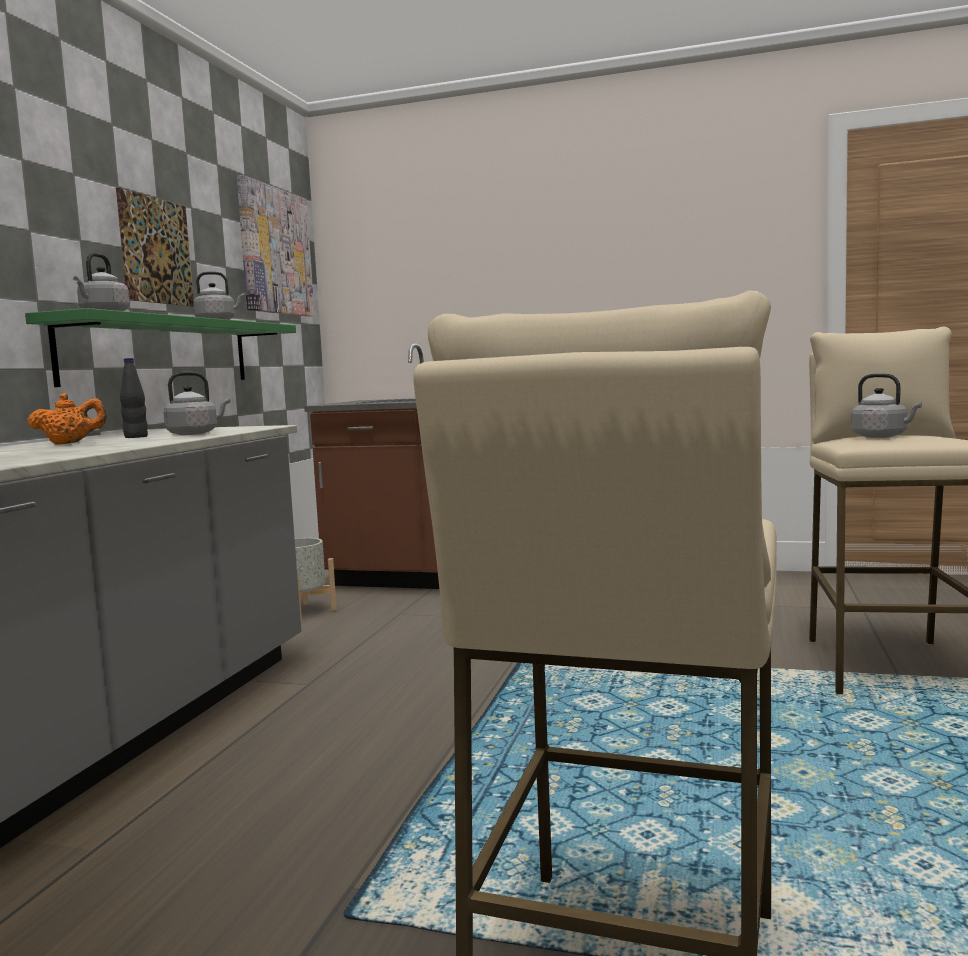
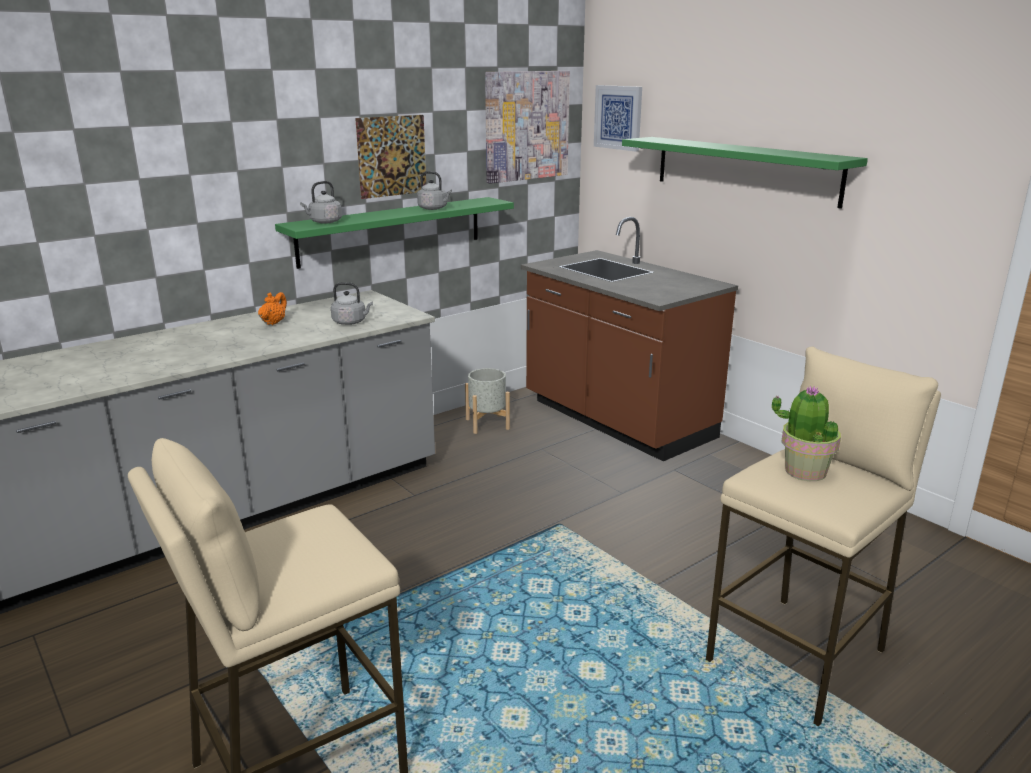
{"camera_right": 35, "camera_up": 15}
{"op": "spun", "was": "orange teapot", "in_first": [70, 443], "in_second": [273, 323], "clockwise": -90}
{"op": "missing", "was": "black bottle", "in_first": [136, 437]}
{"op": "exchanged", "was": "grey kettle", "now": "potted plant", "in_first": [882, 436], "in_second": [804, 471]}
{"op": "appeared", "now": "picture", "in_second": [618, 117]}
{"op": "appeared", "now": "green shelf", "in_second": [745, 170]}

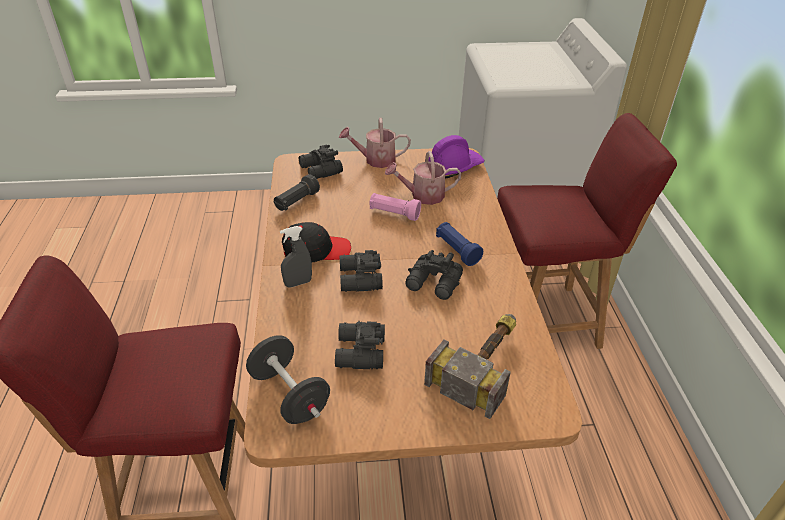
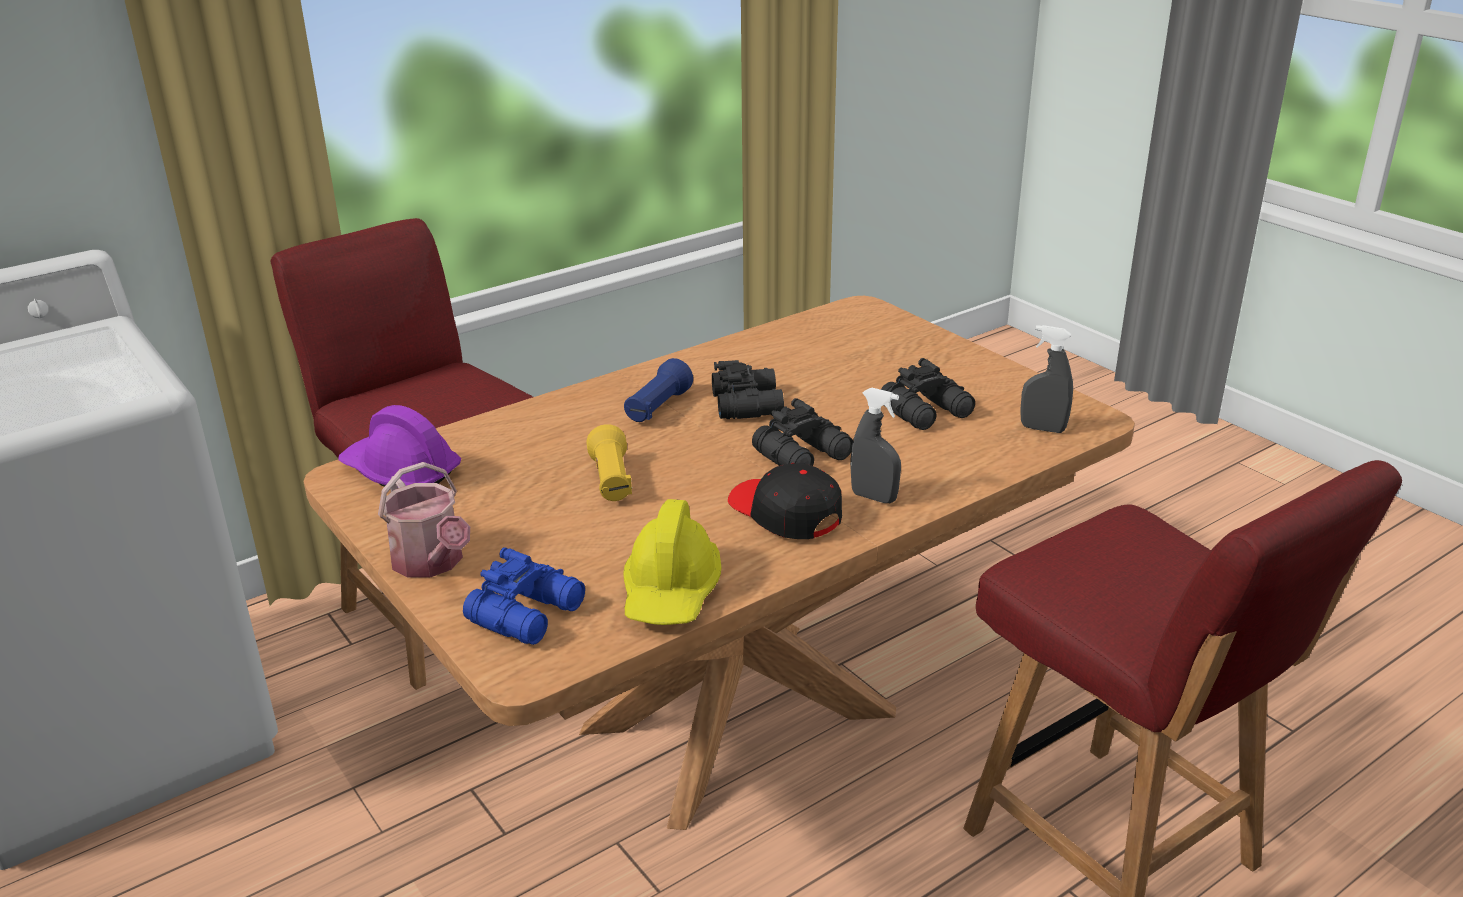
{"camera_right": -120, "camera_up": -10}
{"op": "exchanged", "was": "black dumbbell", "now": "grey spray bottle", "in_first": [290, 395], "in_second": [1042, 428]}
{"op": "exchanged", "was": "black flashlight", "now": "yellow hard hat", "in_first": [296, 202], "in_second": [671, 591]}
{"op": "colour", "was": "black binoculars", "now": "blue binoculars", "in_first": [320, 170], "in_second": [530, 613]}
{"op": "colour", "was": "pink flashlight", "now": "yellow flashlight", "in_first": [394, 214], "in_second": [611, 481]}
{"op": "missing", "was": "watering can", "in_first": [422, 195]}
{"op": "missing", "was": "hammer", "in_first": [484, 362]}

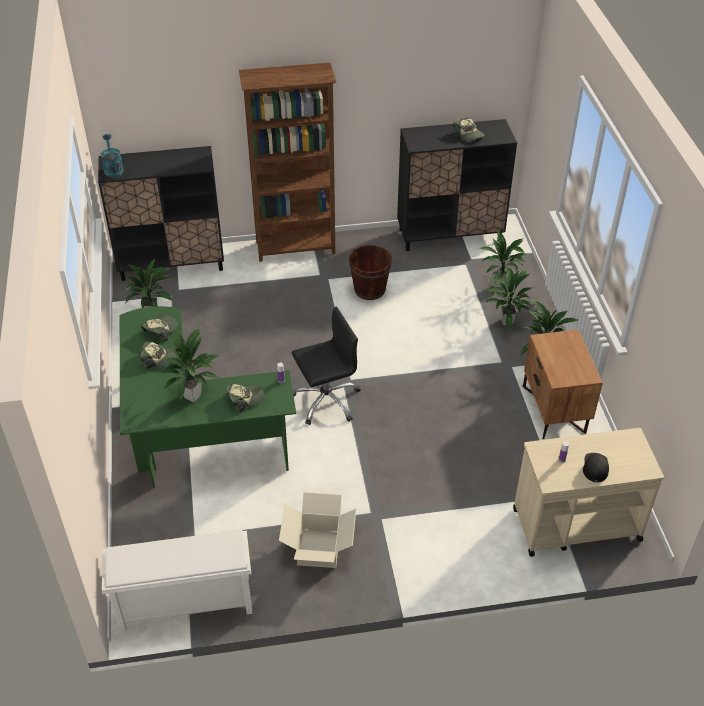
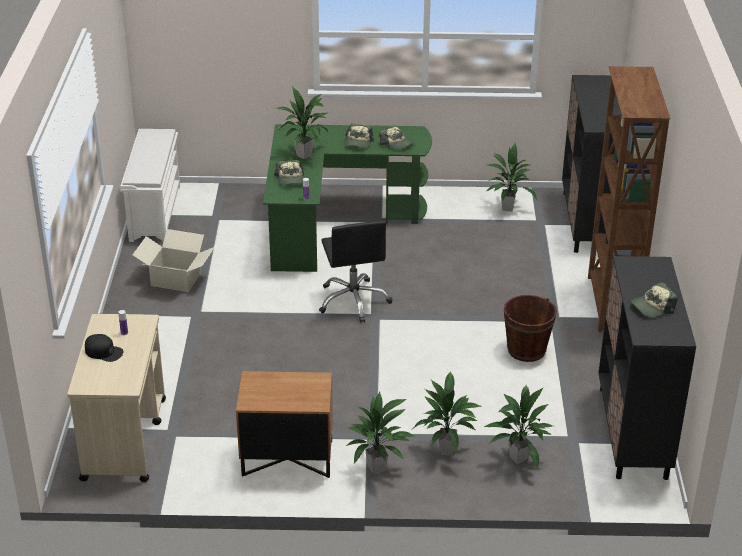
{"camera_right": 100, "camera_up": -10}
{"op": "missing", "was": "turquoise watering can", "in_first": [113, 169]}

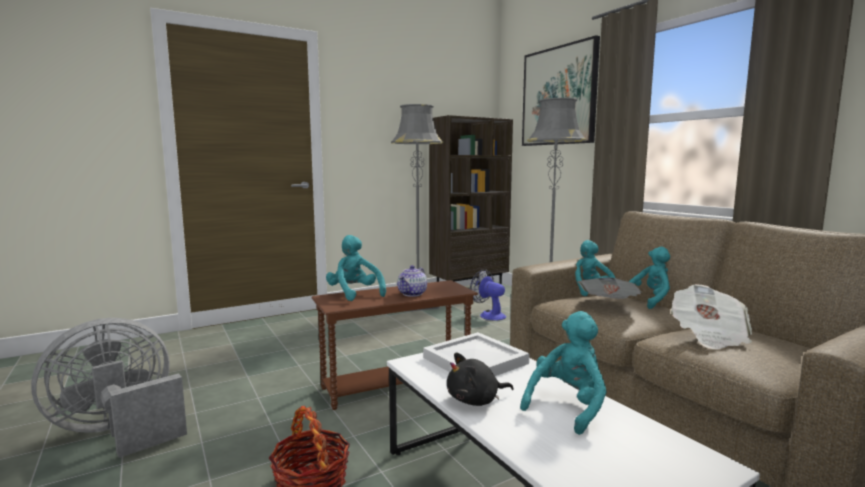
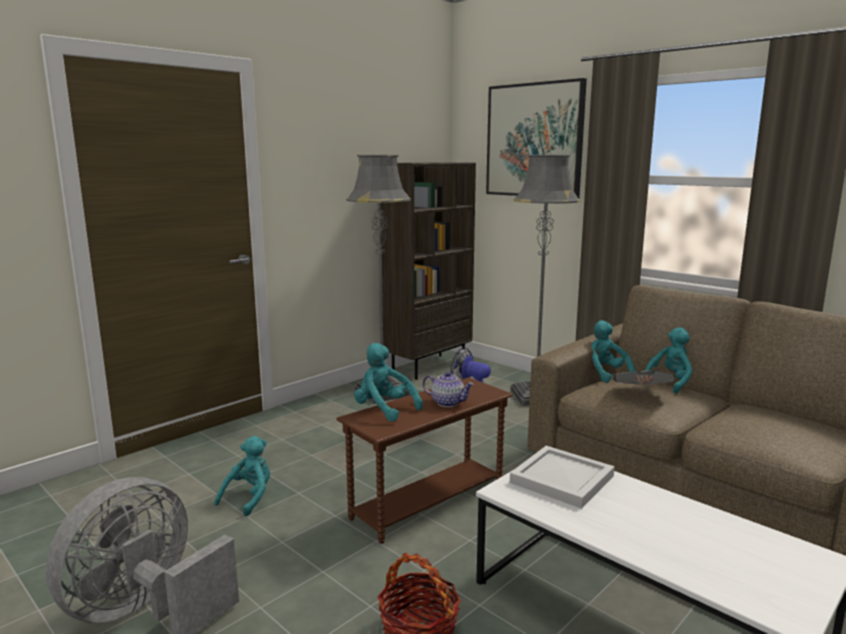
{"camera_right": -15, "camera_up": 5}
{"op": "spun", "was": "teapot", "in_first": [413, 293], "in_second": [447, 402], "clockwise": -75}
{"op": "missing", "was": "black plush toy", "in_first": [476, 400]}
{"op": "relocated", "was": "turquoise plush toy", "in_first": [567, 406], "in_second": [249, 498]}
{"op": "missing", "was": "newspaper", "in_first": [708, 336]}

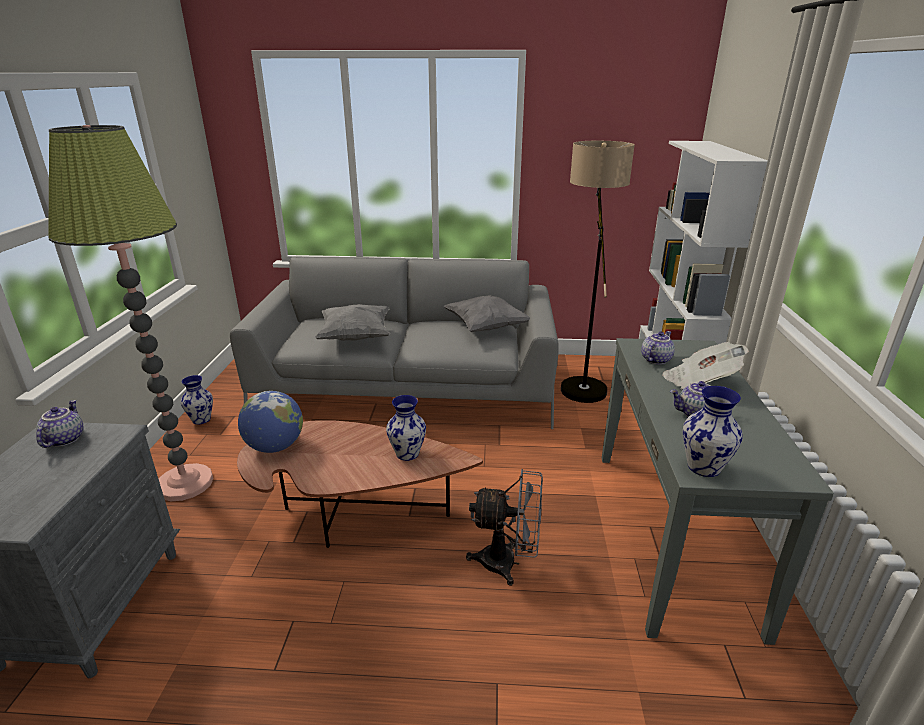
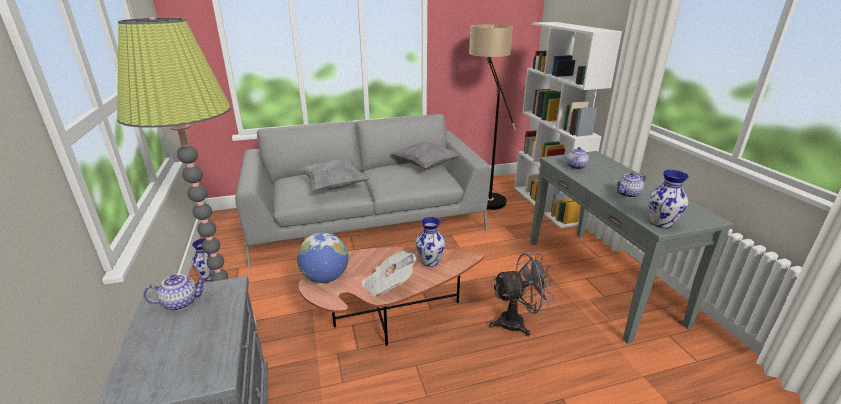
{"camera_right": -20, "camera_up": 0}
{"op": "spun", "was": "teapot", "in_first": [64, 439], "in_second": [181, 302], "clockwise": 90}
{"op": "relocated", "was": "newspaper", "in_first": [699, 382], "in_second": [388, 285]}

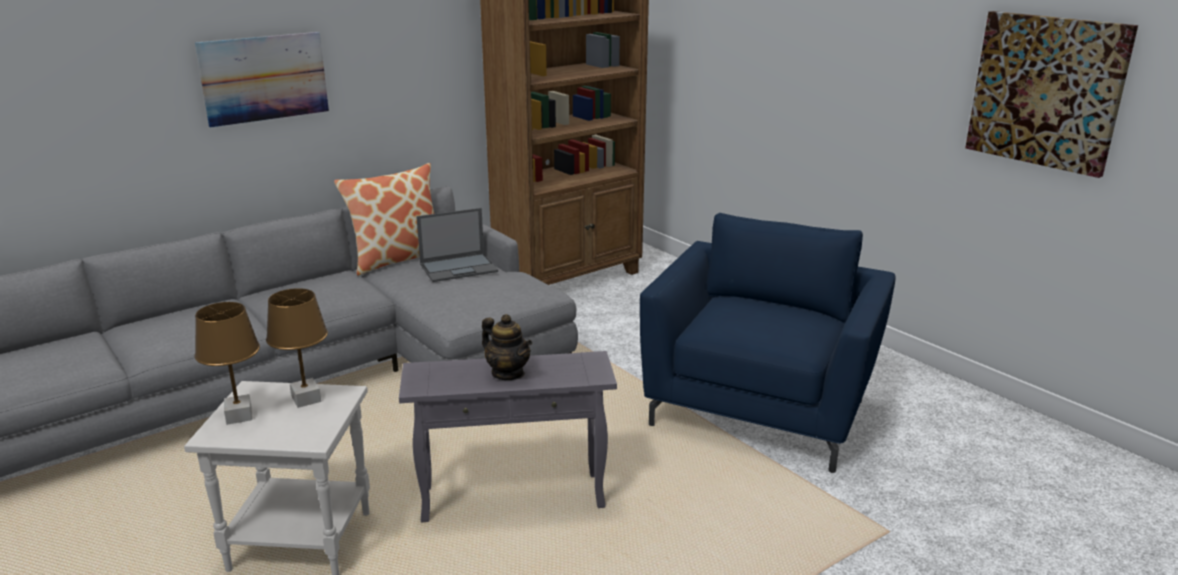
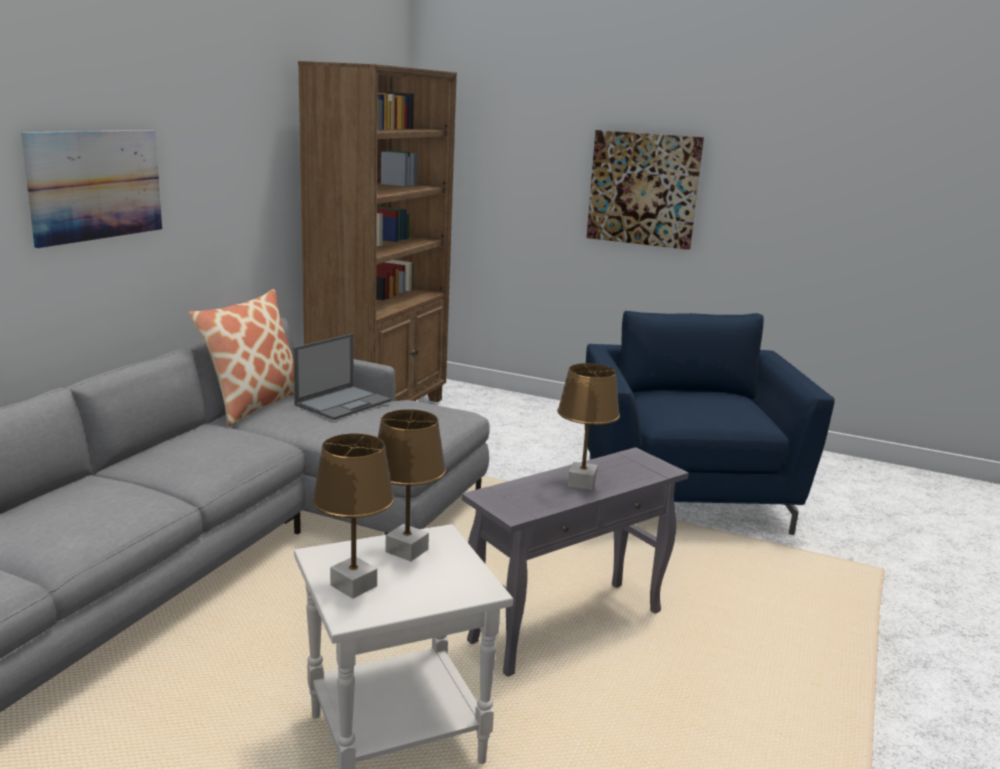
{"camera_right": -30, "camera_up": -5}
{"op": "exchanged", "was": "teapot", "now": "brown table lamp", "in_first": [508, 373], "in_second": [581, 482]}
{"op": "relocated", "was": "picture", "in_first": [1046, 91], "in_second": [643, 189]}

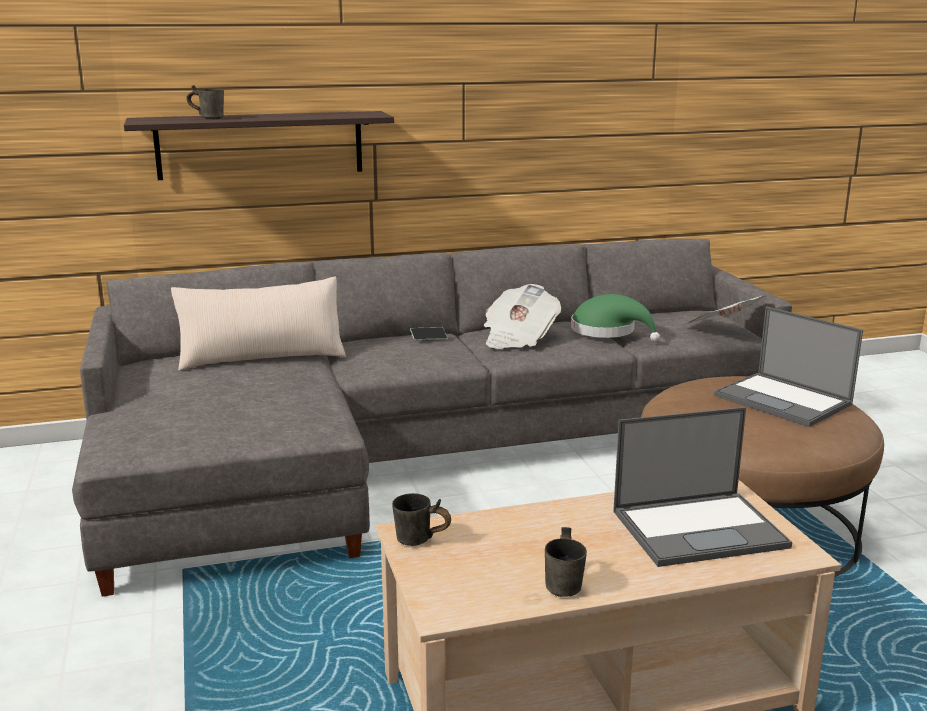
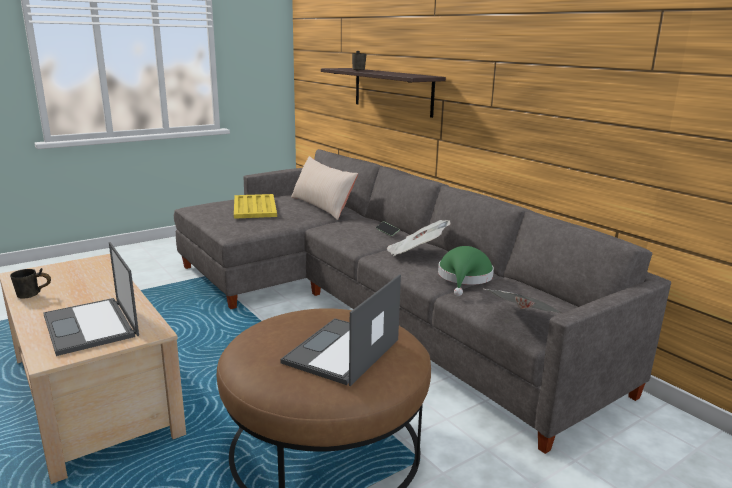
{"camera_right": 70, "camera_up": 0}
{"op": "missing", "was": "grey mug", "in_first": [419, 543]}
{"op": "appeared", "now": "yellow tray", "in_second": [254, 207]}

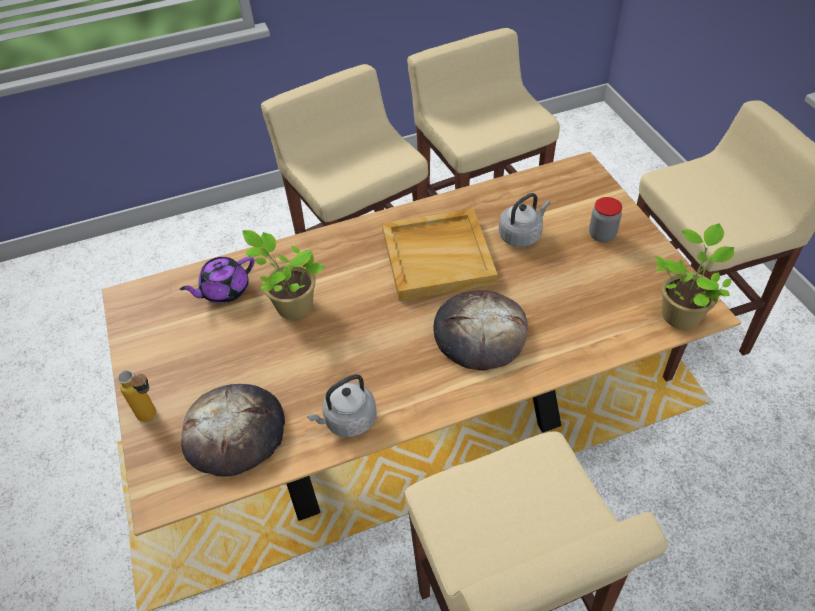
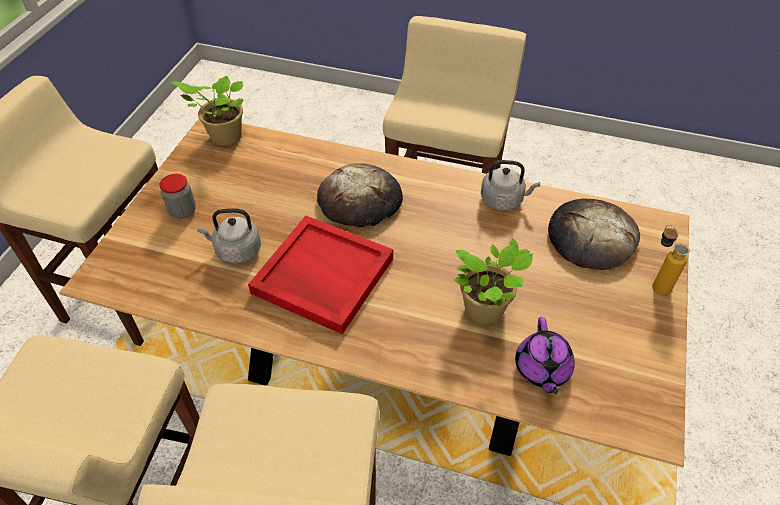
{"camera_right": -145, "camera_up": 0}
{"op": "spun", "was": "purple teapot", "in_first": [224, 290], "in_second": [542, 369], "clockwise": 90}
{"op": "colour", "was": "beige tray", "now": "red tray", "in_first": [438, 256], "in_second": [321, 276]}

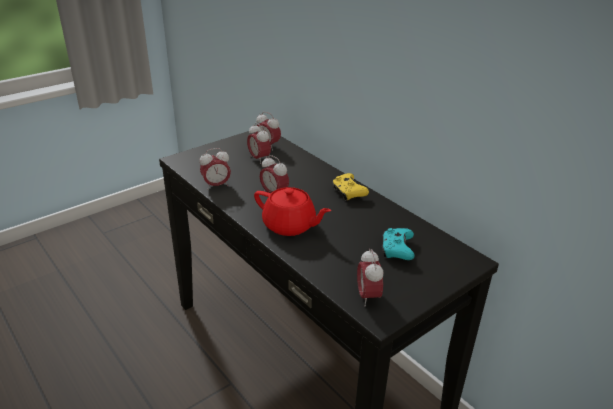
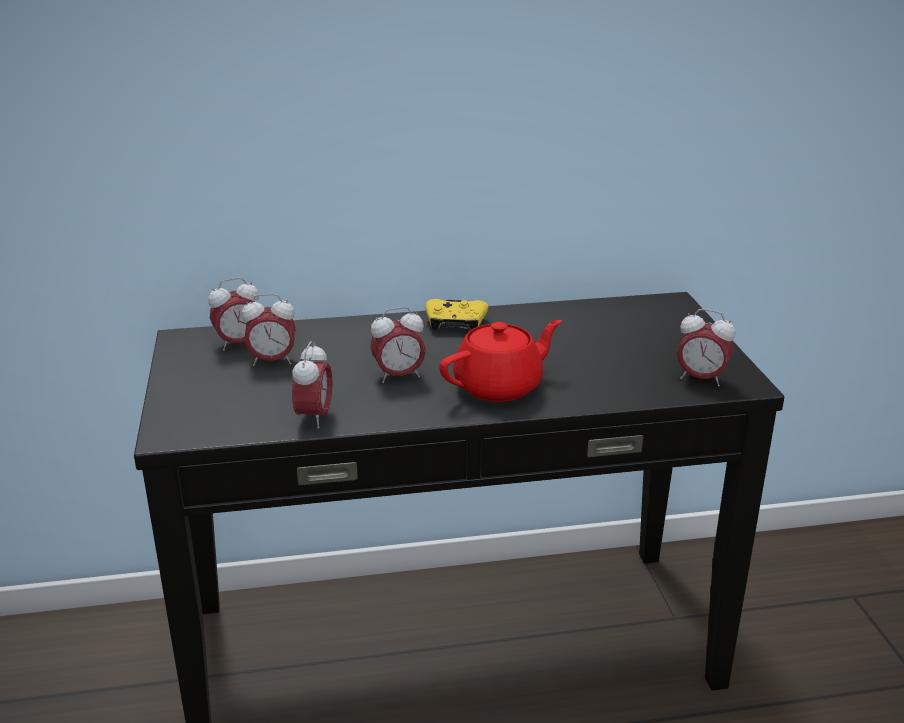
{"camera_right": -60, "camera_up": -5}
{"op": "missing", "was": "turquoise game controller", "in_first": [397, 250]}

